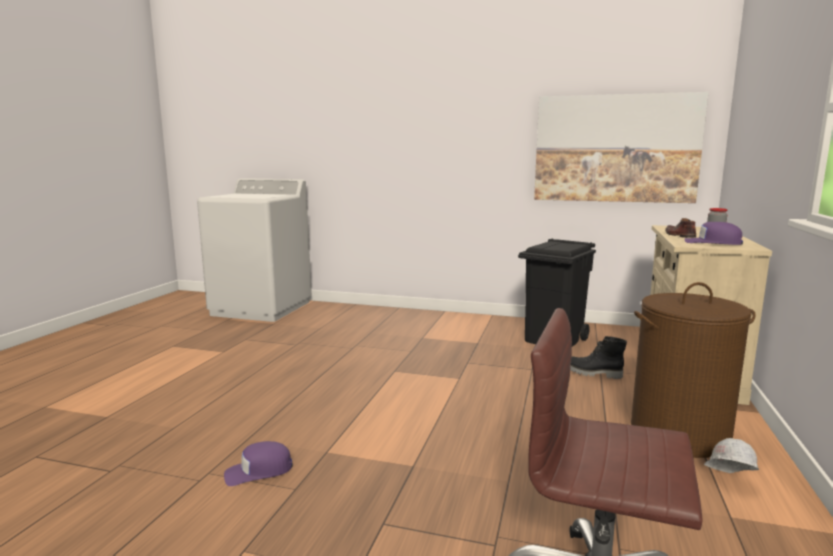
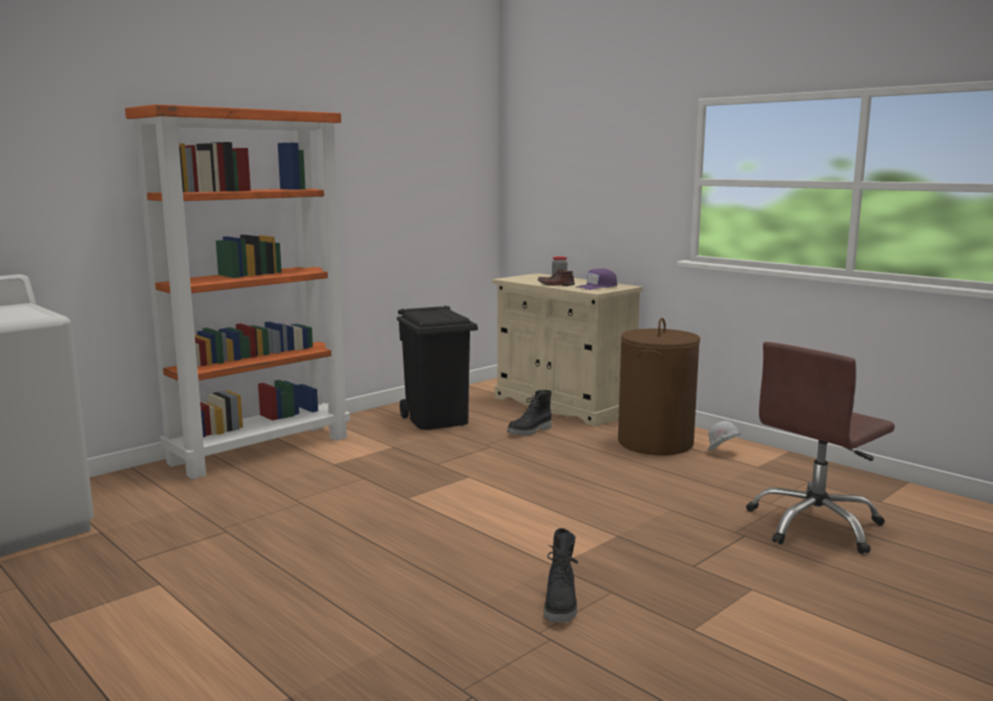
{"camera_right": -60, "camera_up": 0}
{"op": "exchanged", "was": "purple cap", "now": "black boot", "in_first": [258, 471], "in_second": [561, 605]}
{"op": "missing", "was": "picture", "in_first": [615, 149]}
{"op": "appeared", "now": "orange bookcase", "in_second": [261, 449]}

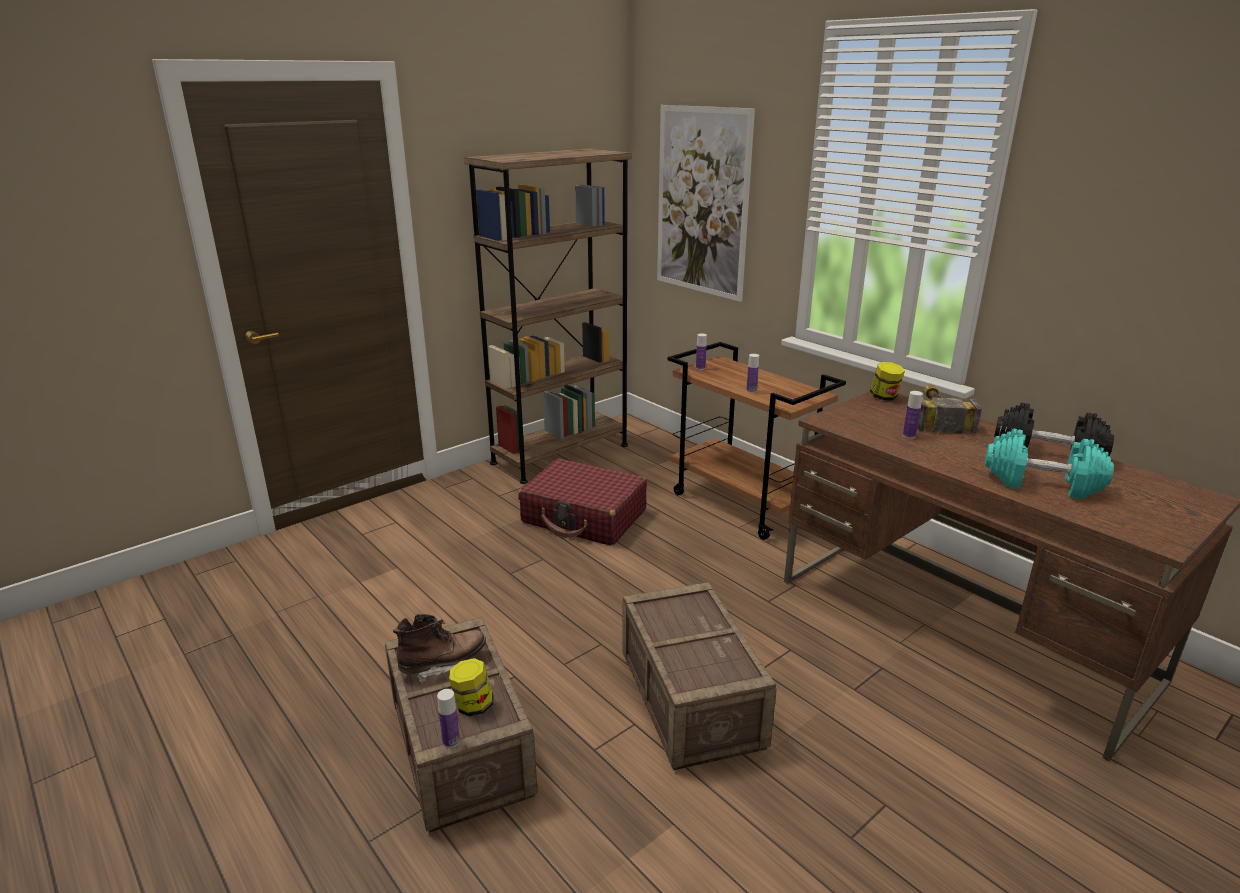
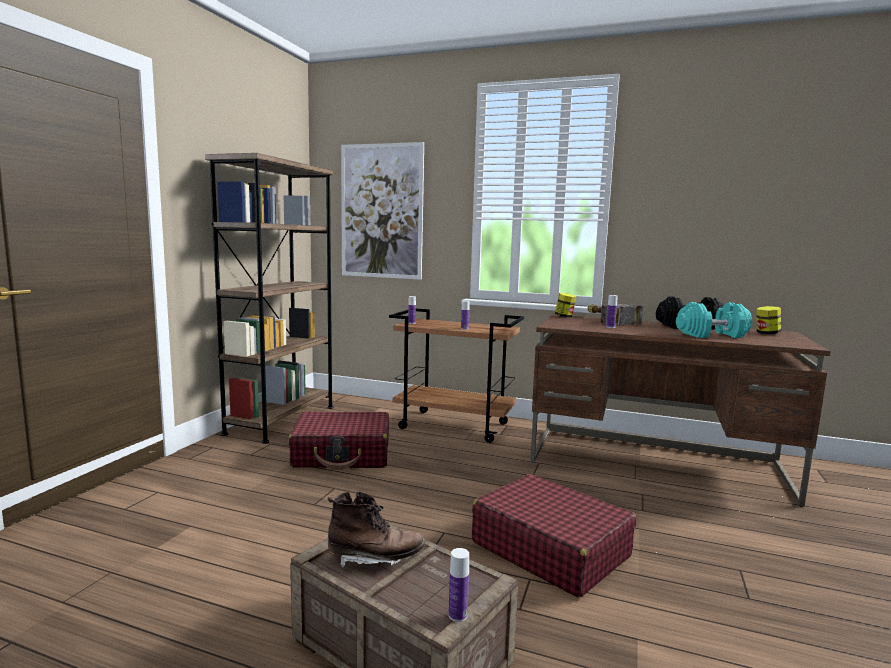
{"camera_right": -30, "camera_up": -15}
{"op": "spun", "was": "brown boot", "in_first": [443, 664], "in_second": [375, 558], "clockwise": 60}
{"op": "relocated", "was": "jar", "in_first": [473, 706], "in_second": [766, 333]}
{"op": "exchanged", "was": "crate", "now": "red suitcase", "in_first": [689, 699], "in_second": [550, 549]}

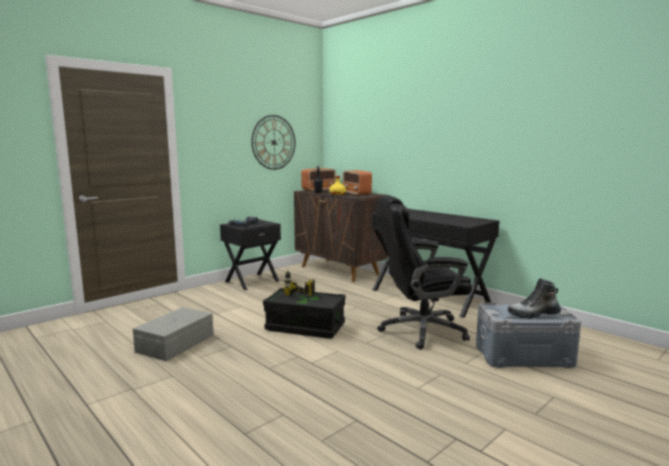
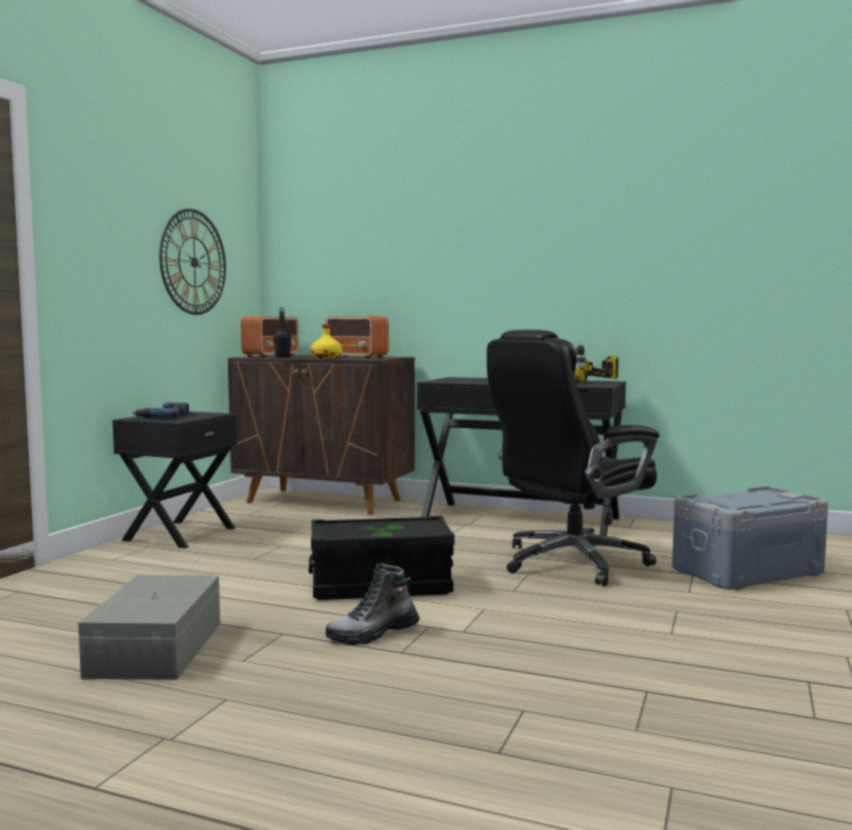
{"camera_right": -25, "camera_up": -5}
{"op": "relocated", "was": "power drill", "in_first": [296, 299], "in_second": [602, 383]}
{"op": "relocated", "was": "boot", "in_first": [533, 314], "in_second": [373, 634]}

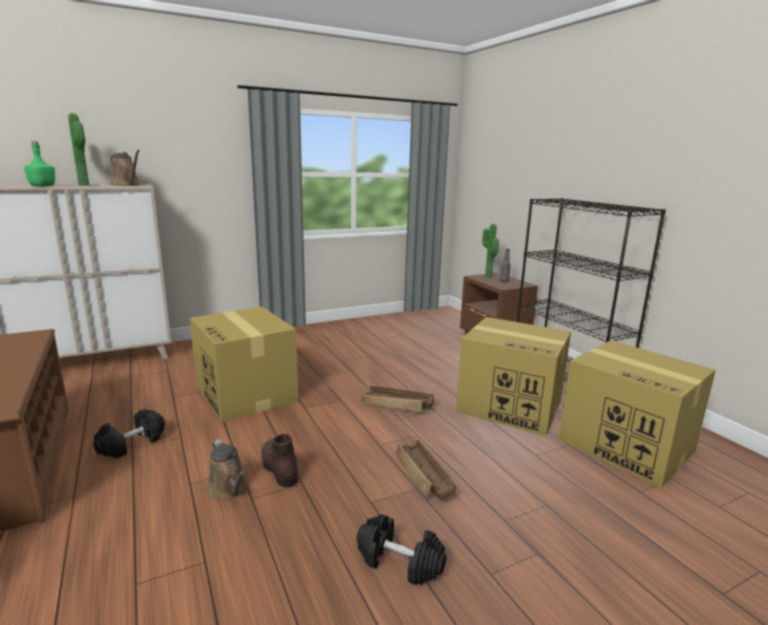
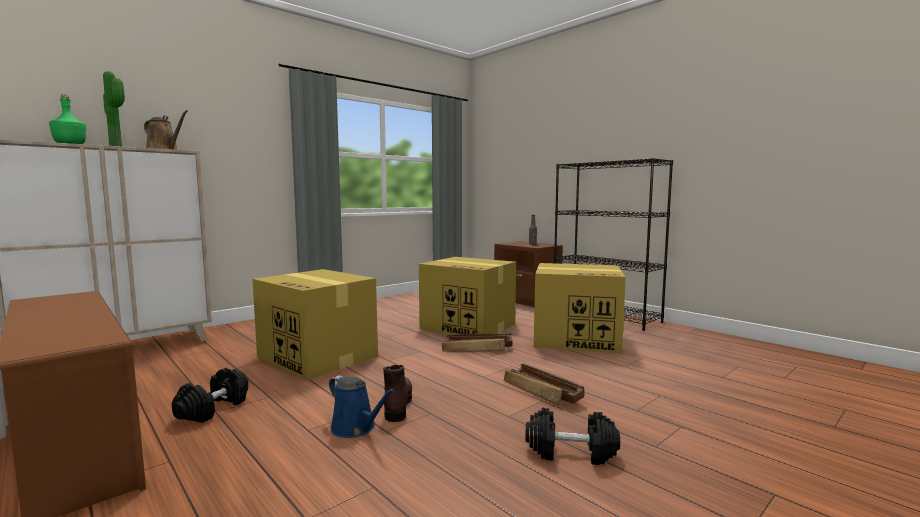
{"camera_right": -15, "camera_up": -10}
{"op": "colour", "was": "brown watering can", "now": "blue watering can", "in_first": [229, 489], "in_second": [356, 428]}
{"op": "spun", "was": "brown boot", "in_first": [279, 469], "in_second": [397, 406], "clockwise": 45}
{"op": "missing", "was": "potted plant", "in_first": [487, 277]}
{"op": "relocated", "was": "cardboard box", "in_first": [627, 446], "in_second": [469, 326]}

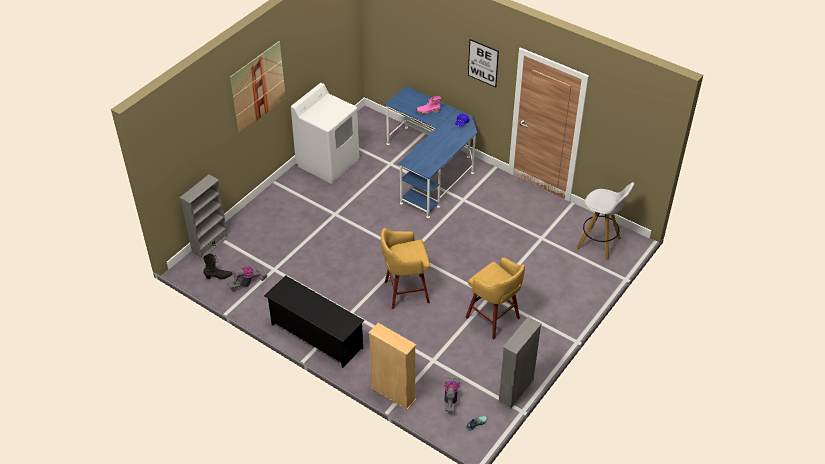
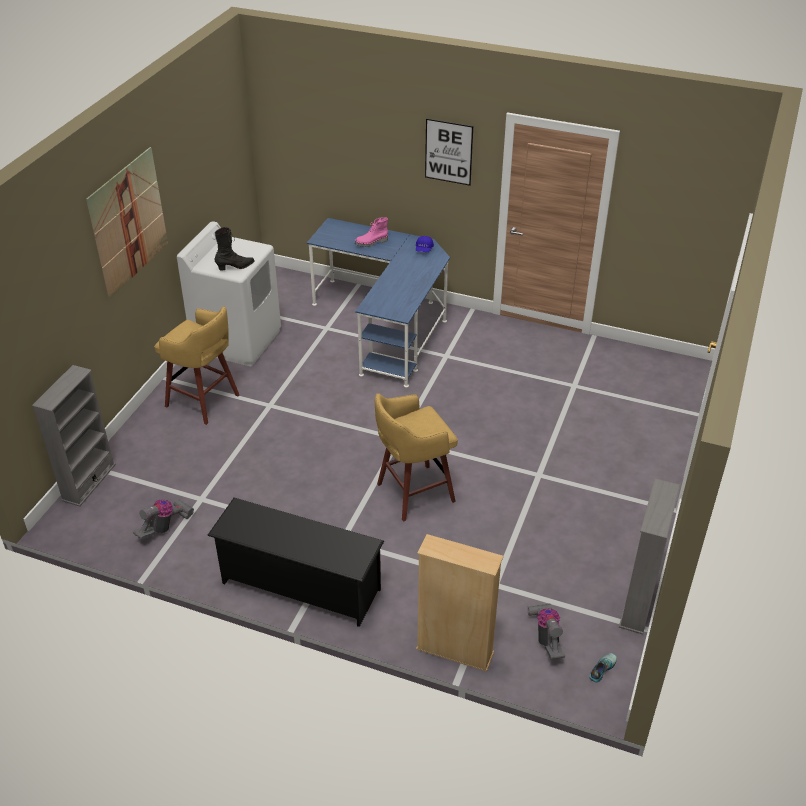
{"camera_right": -15, "camera_up": -5}
{"op": "relocated", "was": "black boot", "in_first": [218, 276], "in_second": [235, 267]}
{"op": "relocated", "was": "yellow stool", "in_first": [493, 319], "in_second": [204, 401]}
{"op": "missing", "was": "white stool", "in_first": [599, 243]}

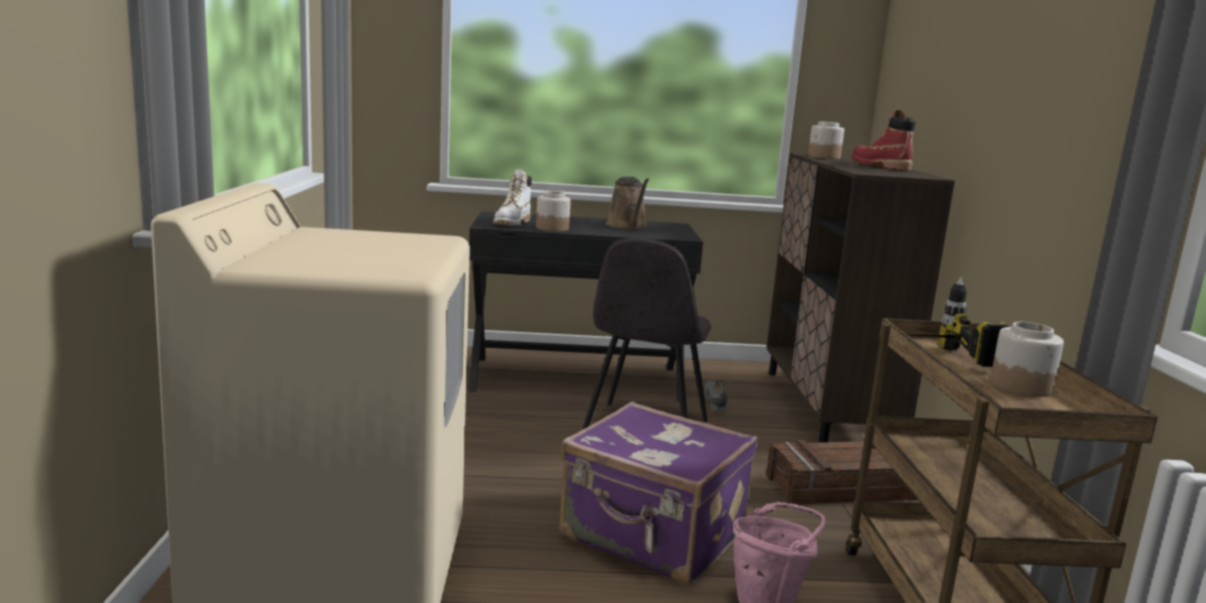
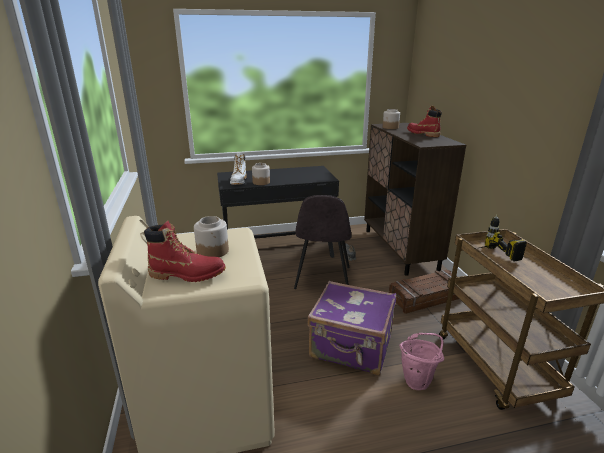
{"camera_right": -10, "camera_up": 10}
{"op": "missing", "was": "brown watering can", "in_first": [627, 226]}
{"op": "relocated", "was": "jar", "in_first": [1021, 386], "in_second": [213, 251]}
{"op": "appeared", "now": "red boot", "in_second": [187, 274]}

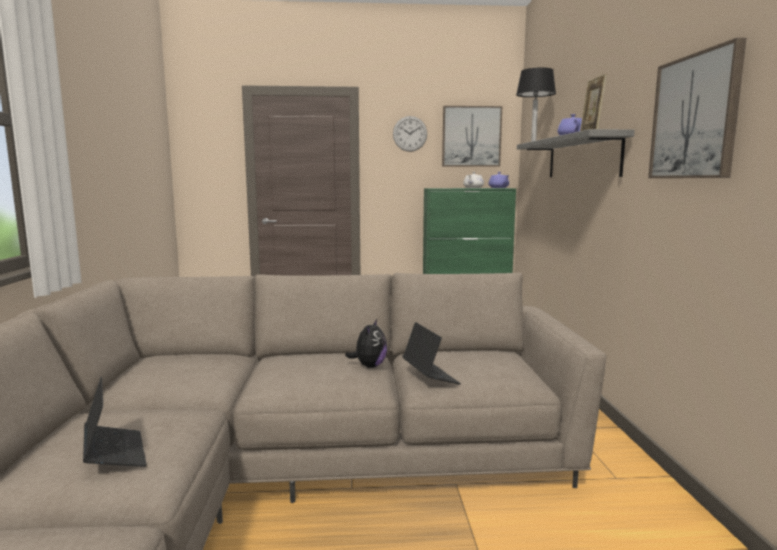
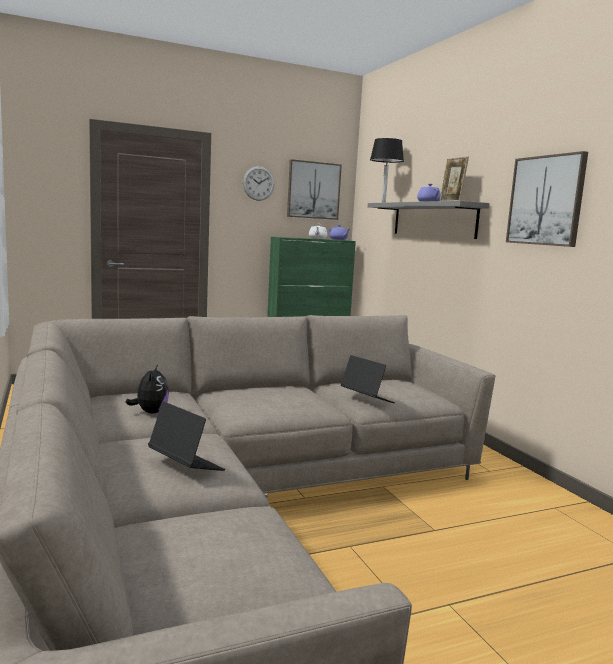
{"camera_right": -20, "camera_up": 0}
{"op": "relocated", "was": "plush toy", "in_first": [369, 366], "in_second": [150, 412]}

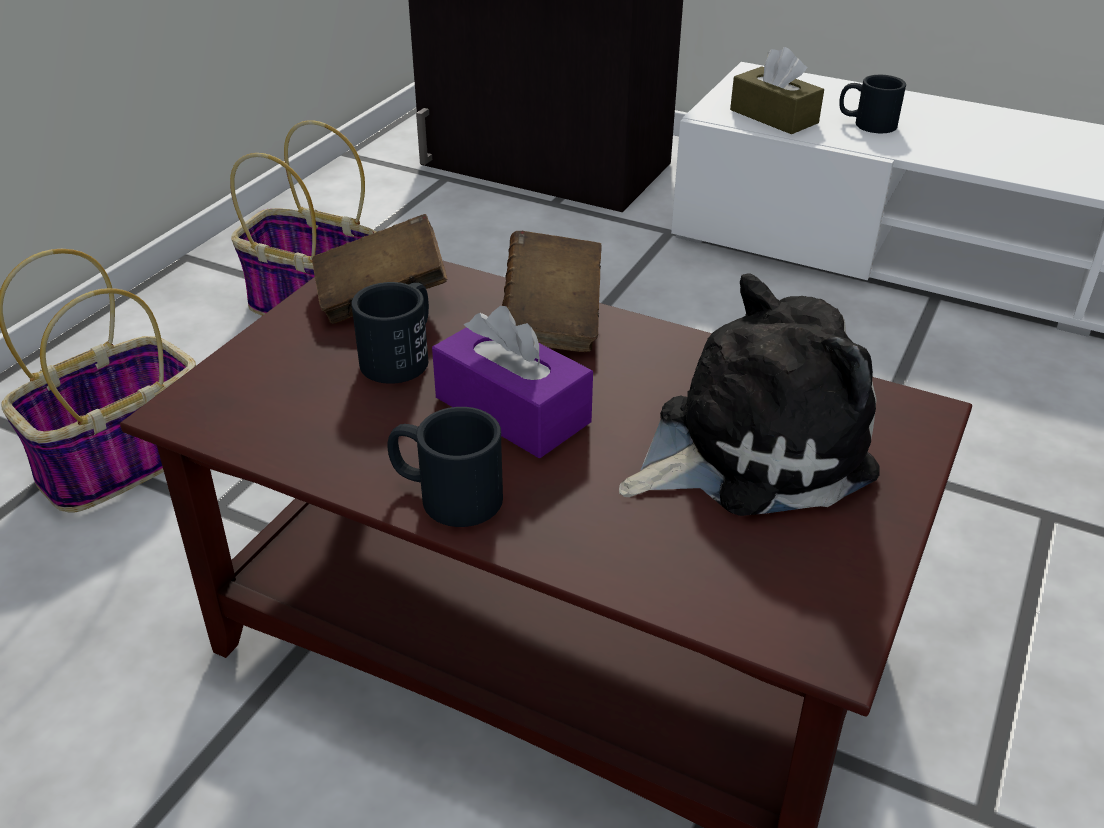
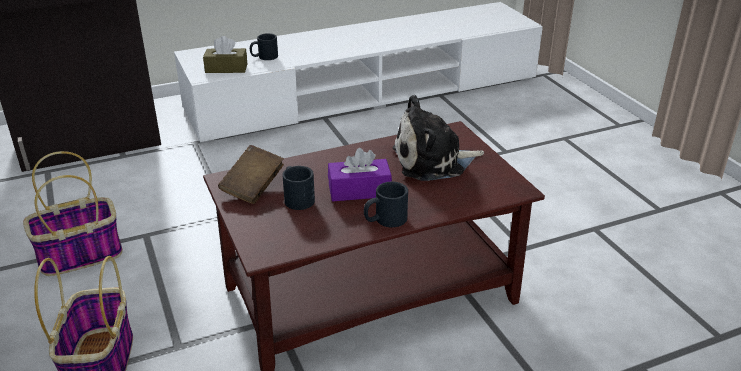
{"camera_right": -50, "camera_up": -5}
{"op": "missing", "was": "brown book", "in_first": [552, 320]}
{"op": "spun", "was": "plush toy", "in_first": [749, 447], "in_second": [433, 161], "clockwise": -120}

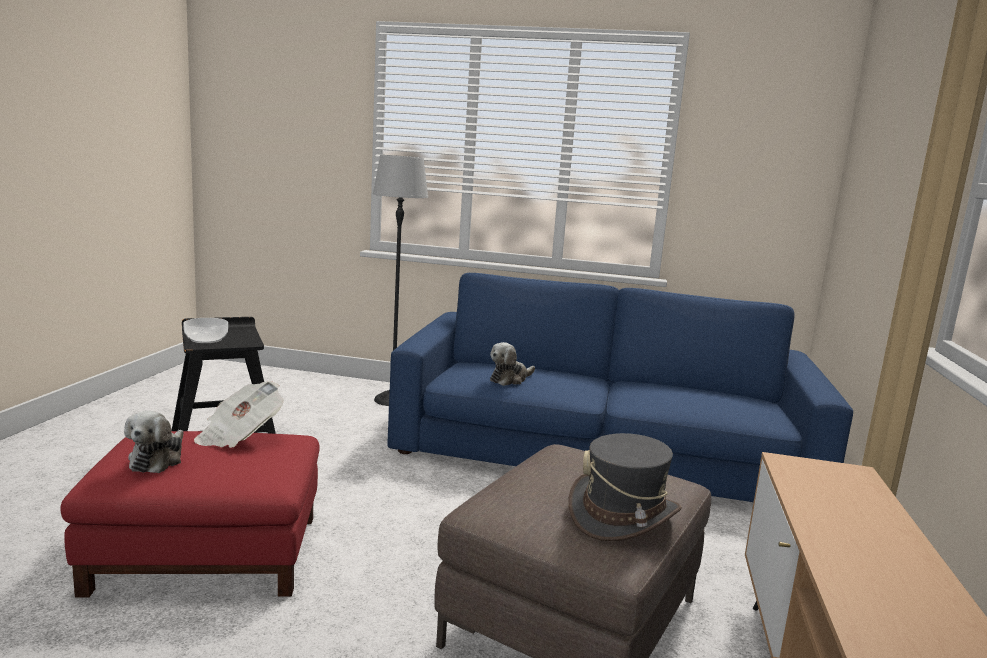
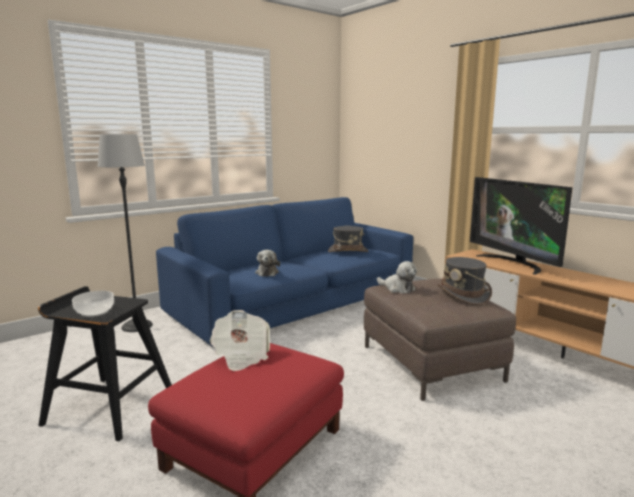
{"camera_right": -50, "camera_up": 0}
{"op": "relocated", "was": "plush toy", "in_first": [158, 459], "in_second": [397, 288]}
{"op": "appeared", "now": "grey hat", "in_second": [348, 251]}
{"op": "appeared", "now": "television", "in_second": [513, 263]}

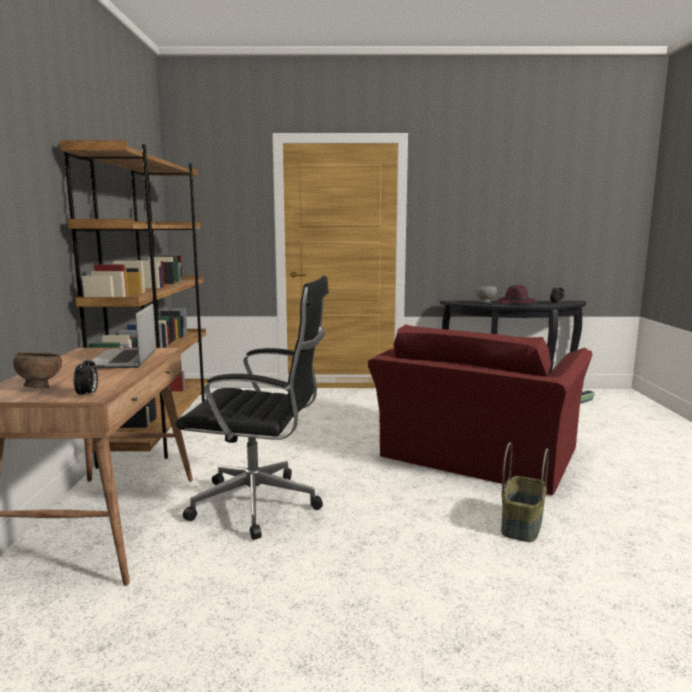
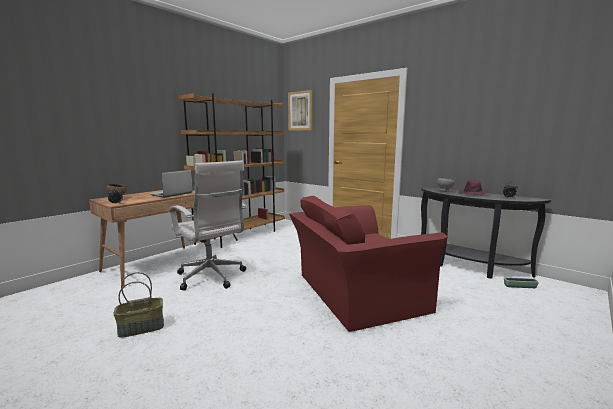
{"camera_right": 40, "camera_up": 0}
{"op": "colour", "was": "black office chair", "now": "white office chair", "in_first": [261, 505], "in_second": [212, 278]}
{"op": "relocated", "was": "basket", "in_first": [521, 524], "in_second": [142, 327]}
{"op": "appeared", "now": "picture", "in_second": [300, 111]}

